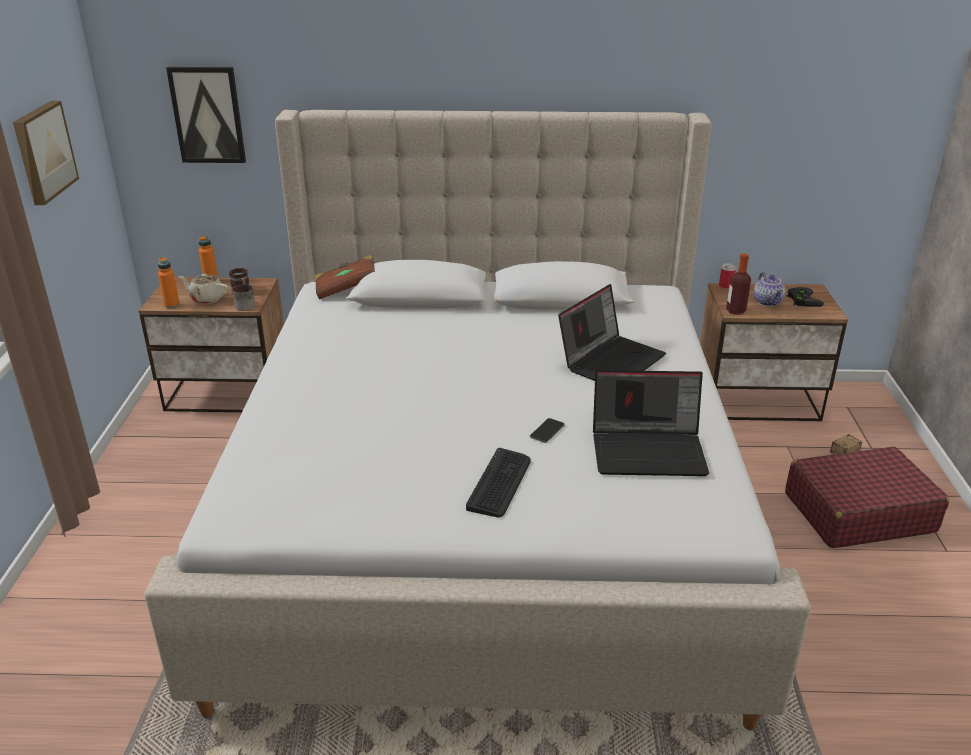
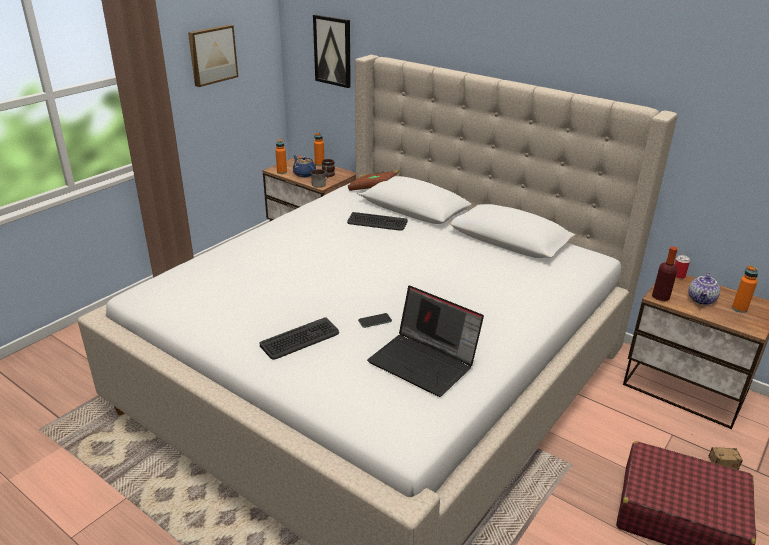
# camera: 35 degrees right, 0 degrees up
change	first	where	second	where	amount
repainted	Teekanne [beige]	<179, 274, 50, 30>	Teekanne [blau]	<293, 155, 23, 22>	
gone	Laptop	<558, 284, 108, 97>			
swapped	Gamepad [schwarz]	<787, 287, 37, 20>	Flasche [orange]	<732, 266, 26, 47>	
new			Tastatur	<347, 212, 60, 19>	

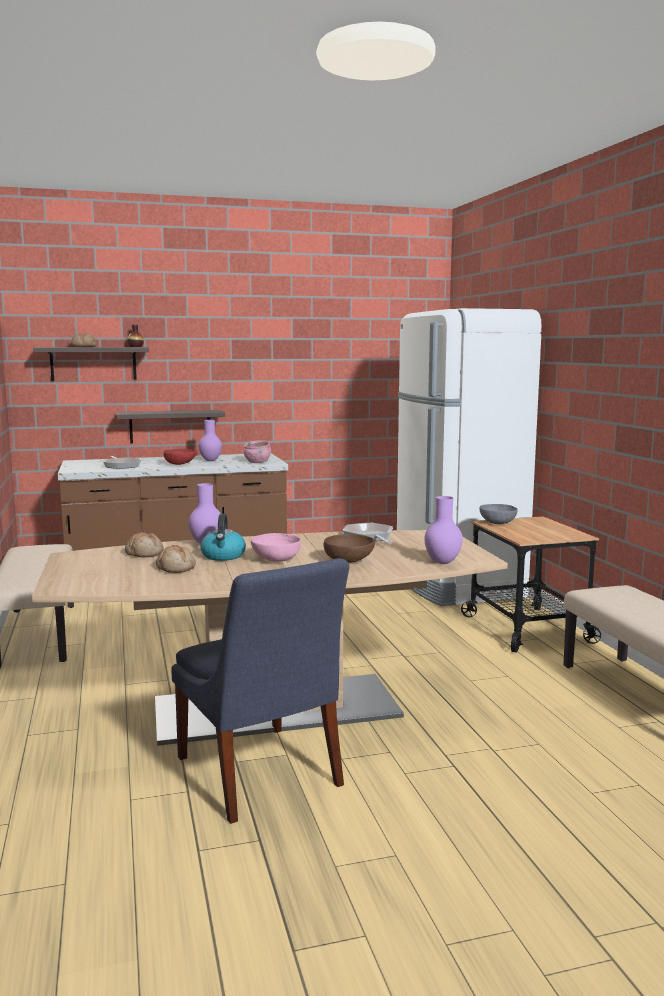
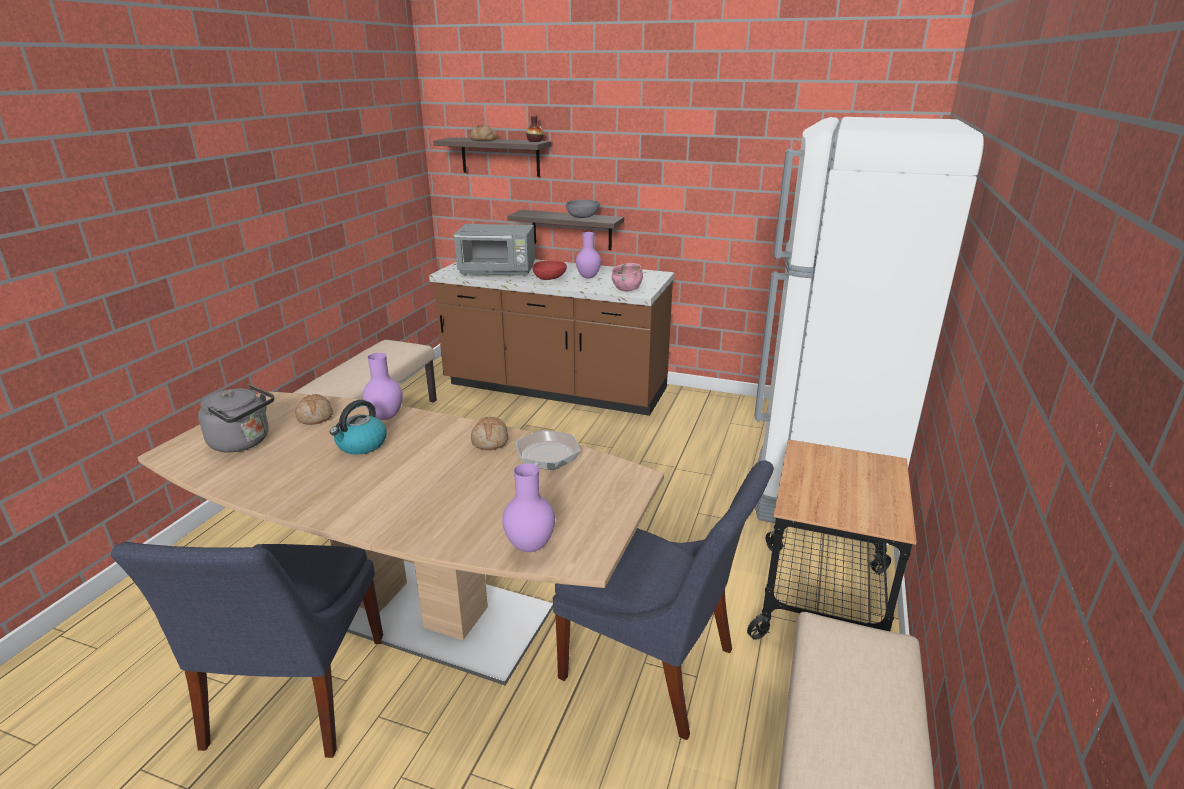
# camera: 35 degrees right, 15 degrees up
change	first	where	second	where	amount
swapped	Pfanne	<103, 456, 39, 13>	Mikrowelle [grau]	<454, 224, 81, 53>	
shifted	Schüssel [grau]	<479, 504, 38, 20>		<566, 200, 34, 18>	
gone	Schüssel [rosa]	<251, 533, 50, 29>			
gone	Schüssel [braun]	<323, 534, 52, 29>			
shifted	Brot	<156, 545, 40, 28>		<471, 417, 37, 33>	
new			Wasserkessel [grau]	<198, 384, 76, 69>	
new			Stuhl [blau]	<553, 460, 221, 280>	

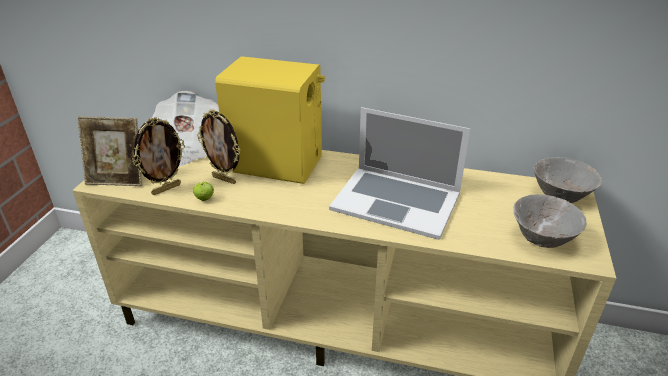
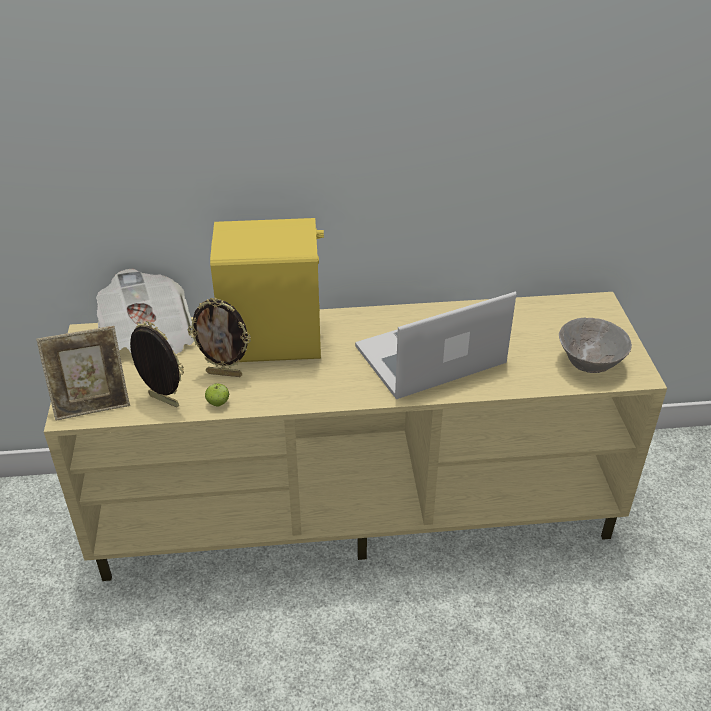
# camera: 20 degrees left, 5 degrees up
change	first	where	second	where	amount
rotated	Laptop	<329, 107, 141, 133>		<355, 292, 161, 107>	150 degrees clockwise
rotated	Bilderrahmen	<132, 117, 53, 78>		<130, 321, 54, 86>	90 degrees counterclockwise
gone	Schüssel [grau]	<533, 157, 69, 46>			

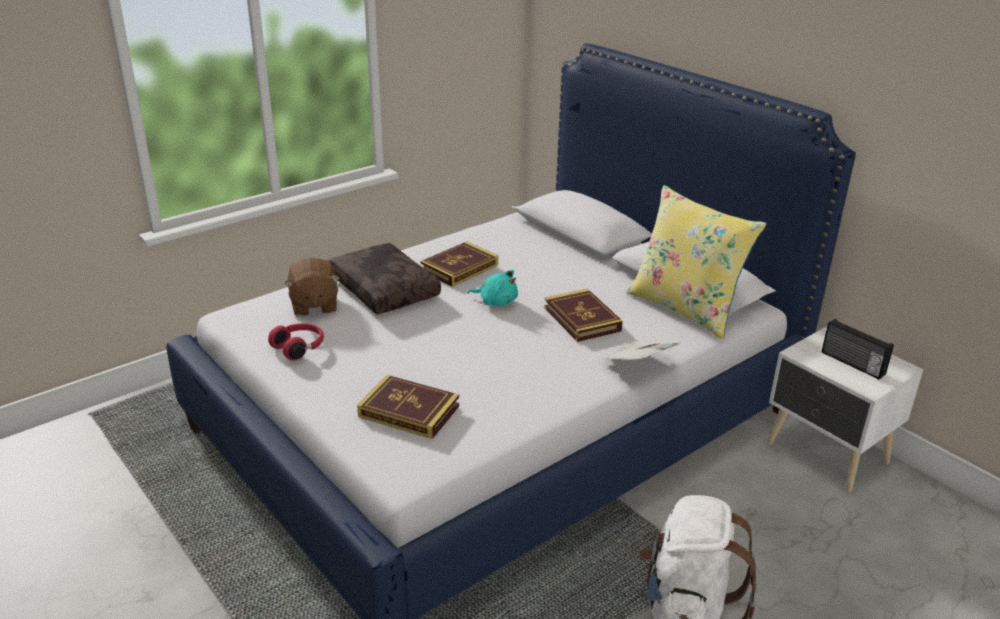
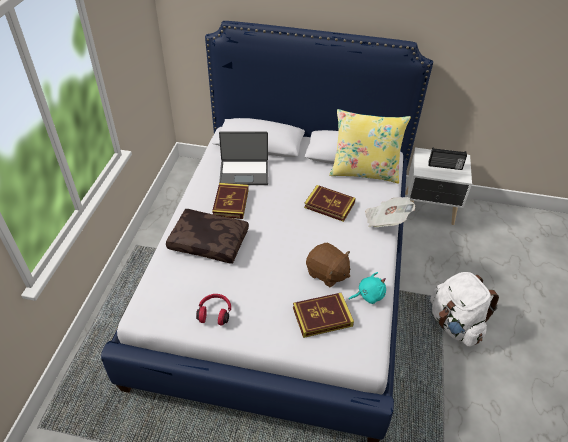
# camera: 40 degrees left, 15 degrees up
change	first	where	second	where	amount
shifted	Plüschtier [braun]	<284, 258, 56, 58>		<306, 243, 44, 44>	
shifted	Plüschtier [türkis]	<468, 270, 50, 36>		<348, 272, 38, 32>	
new			Laptop	<219, 132, 49, 53>	

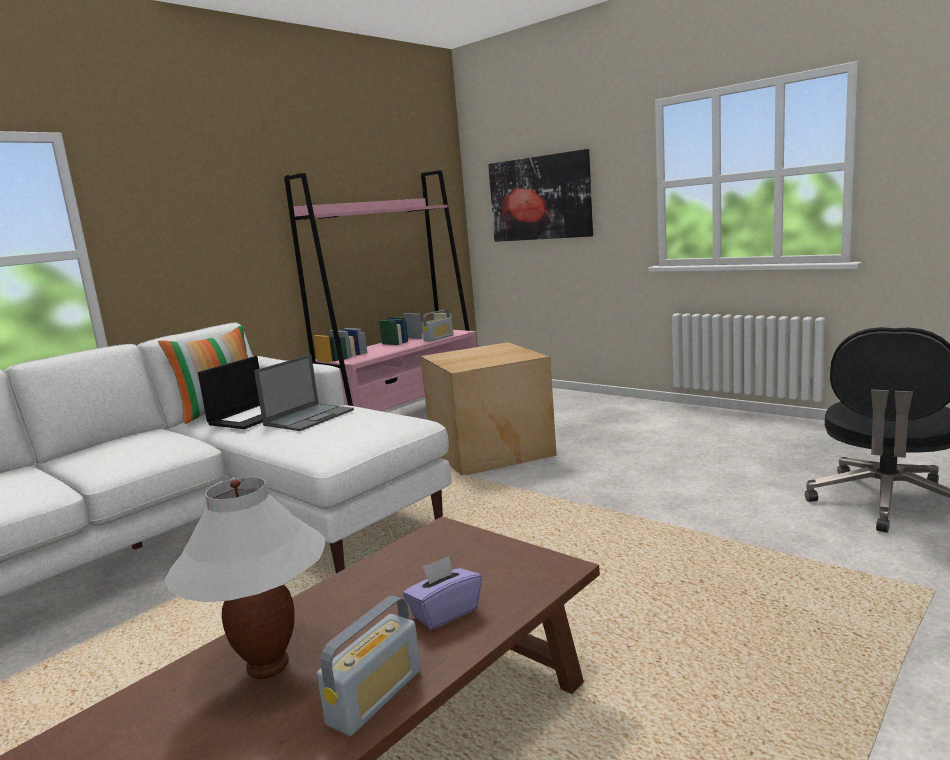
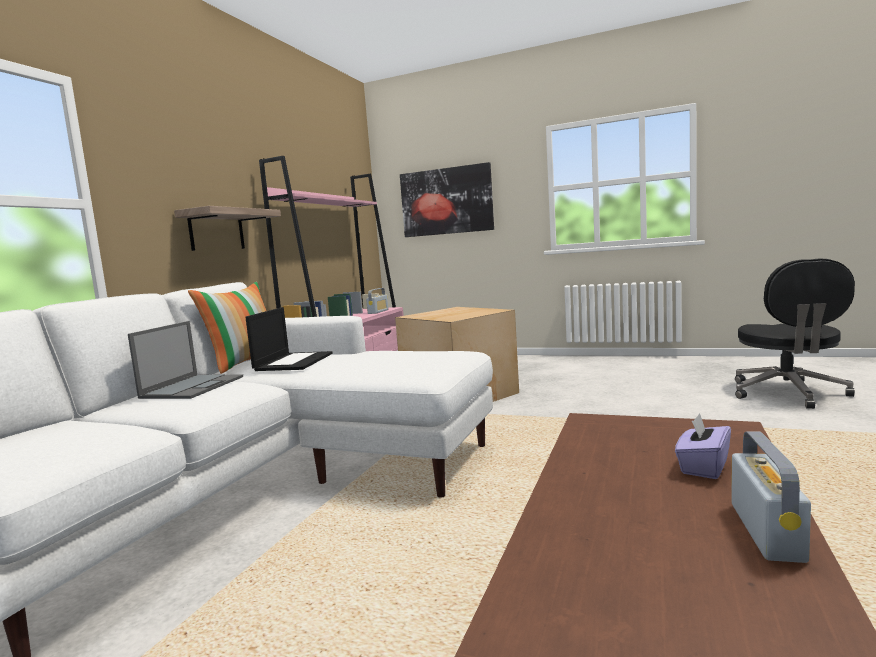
# camera: 20 degrees left, 5 degrees down
change	first	where	second	where	amount
shifted	Laptop	<254, 354, 100, 77>		<128, 321, 115, 78>	
gone	Tischlampe [weiß]	<165, 477, 161, 202>			
new			Wandregal	<174, 206, 107, 45>	

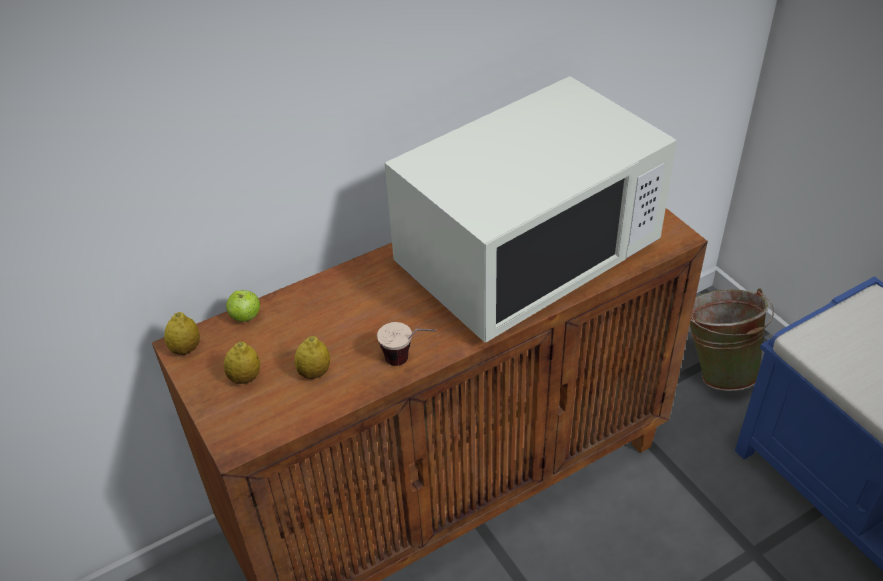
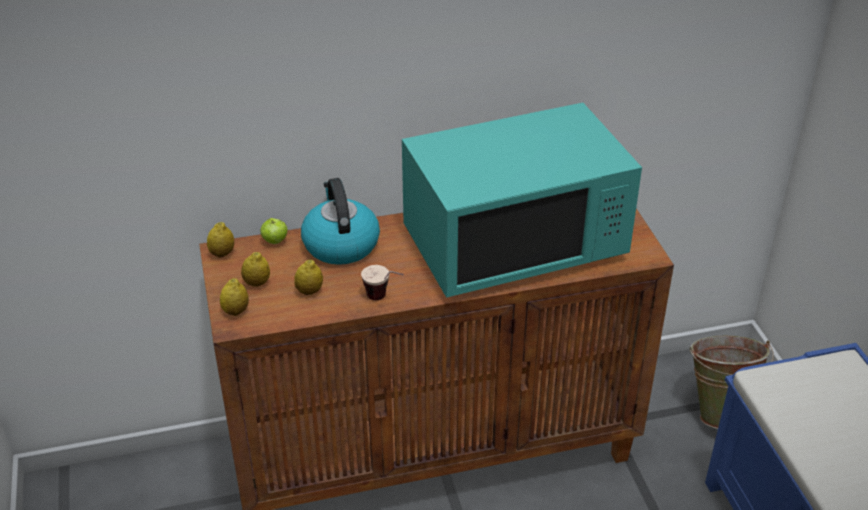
# camera: 15 degrees right, 5 degrees down
change	first	where	second	where	amount
repainted	Mikrowelle [weiß]	<385, 76, 292, 266>	Mikrowelle [türkis]	<402, 103, 240, 194>	
new			Wasserkessel	<301, 178, 79, 87>	
new			Zitrone	<220, 278, 29, 38>	

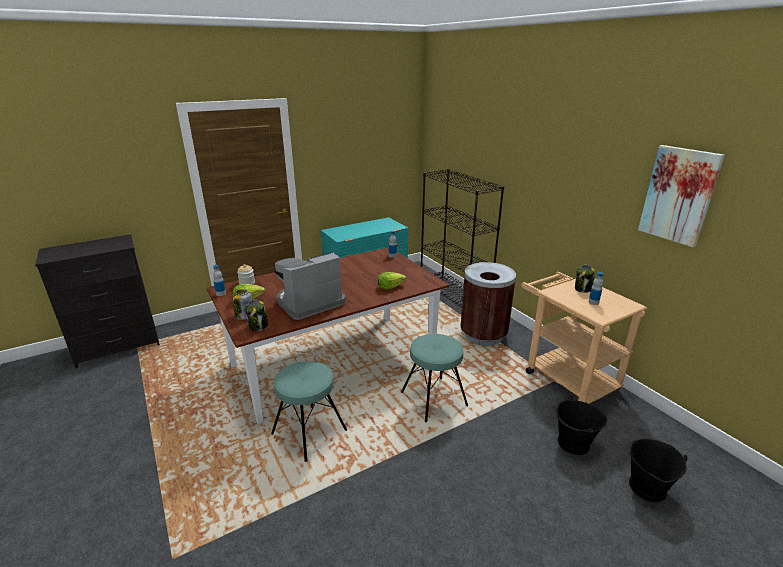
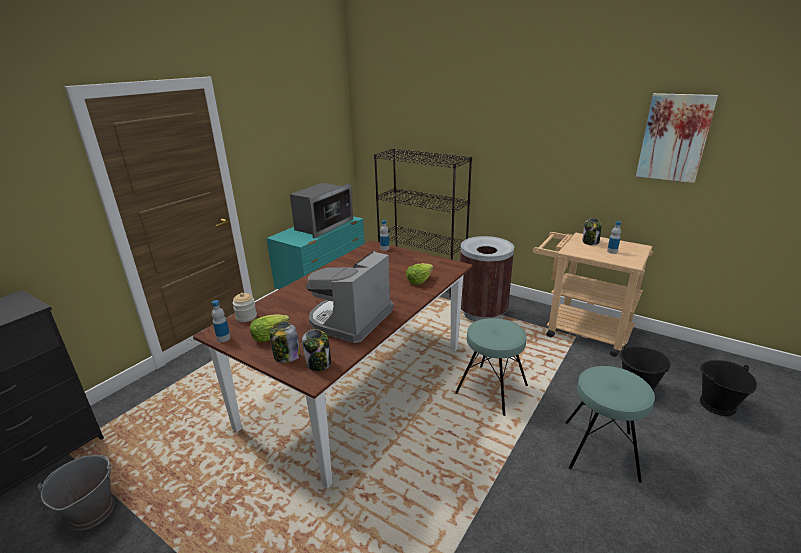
# camera: 25 degrees left, 0 degrees up
change	first	where	second	where	amount
shifted	Hocker [türkis]	<271, 361, 76, 101>		<565, 366, 90, 117>	
new			Mikrowelle	<290, 183, 63, 55>	
new			Eimer [grau]	<37, 455, 77, 75>	

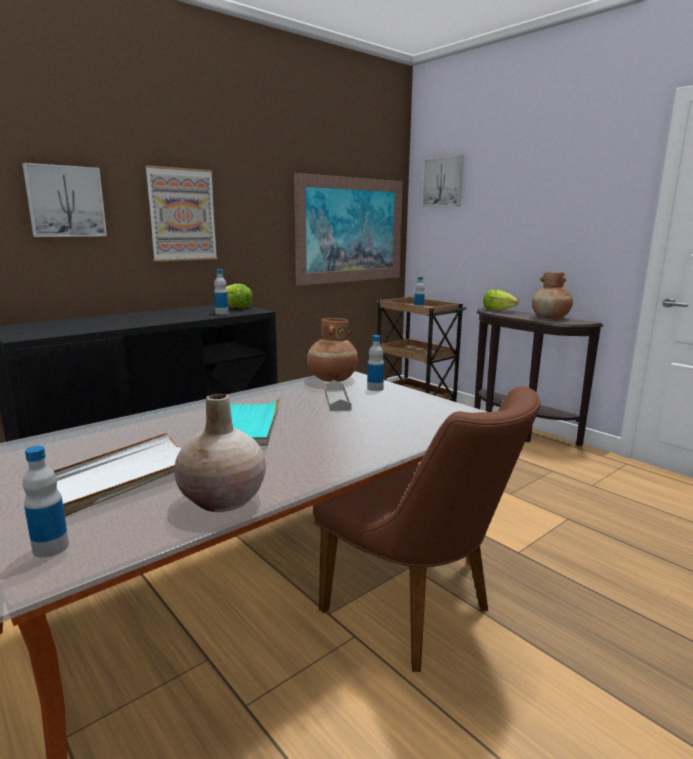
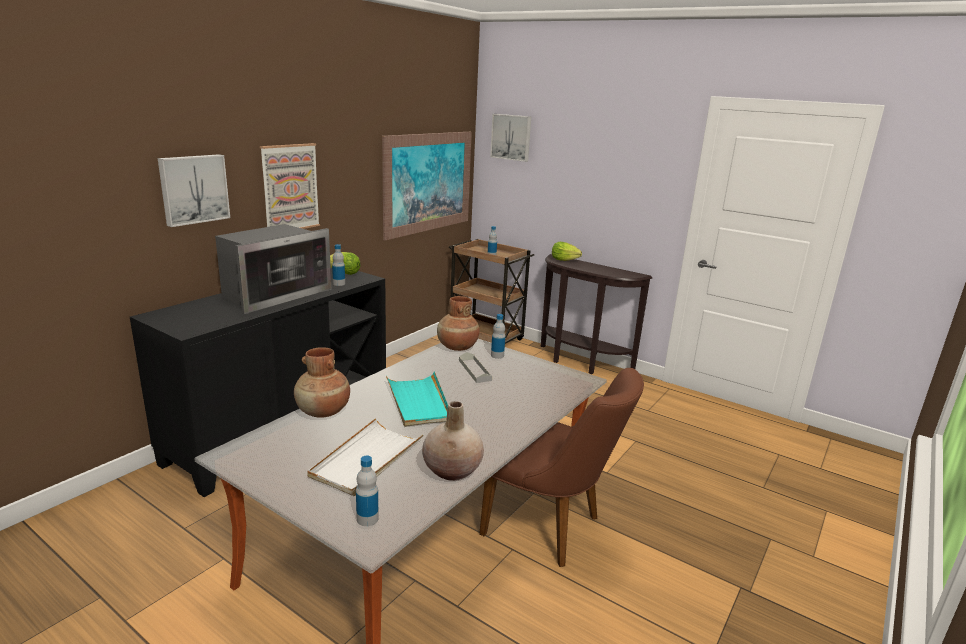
# camera: 15 degrees left, 5 degrees up
change	first	where	second	where	amount
shifted	Vase [braun]	<532, 272, 41, 47>		<294, 347, 56, 71>	
new			Mikrowelle	<215, 224, 116, 90>	

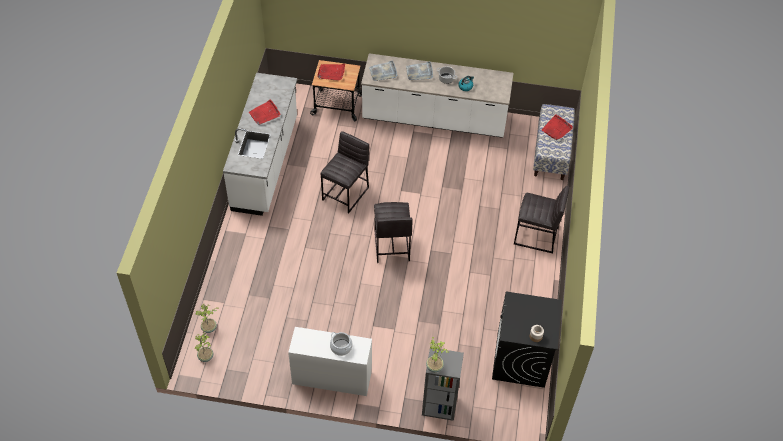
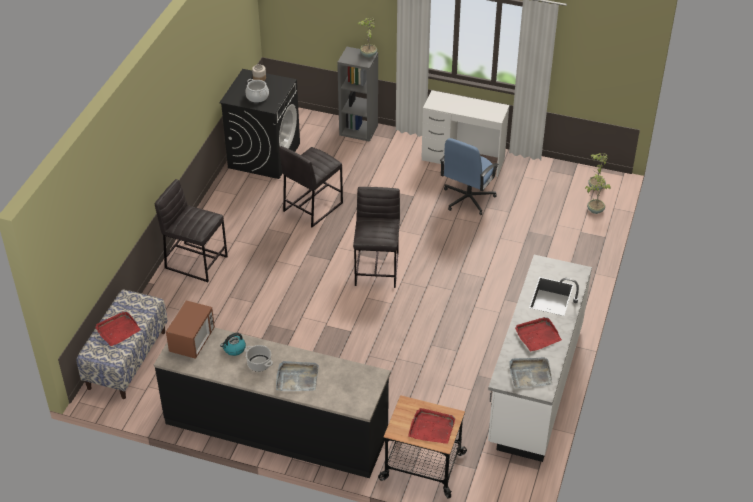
# camera: 170 degrees left, 10 degrees down
change	first	where	second	where	amount
repainted	Küchenzeile [weiß]	<361, 53, 153, 85>	Küchenzeile [schwarz]	<154, 327, 237, 151>	
shifted	Tablett [grau]	<369, 60, 29, 21>		<509, 357, 43, 31>	
shifted	Hocker [grau]	<321, 131, 48, 82>		<279, 146, 64, 81>	
shifted	Kochtopf	<330, 332, 22, 24>		<245, 79, 24, 24>	
new			Bürostuhl [blau]	<440, 138, 59, 77>	
new			Mikrowelle	<166, 300, 49, 59>	

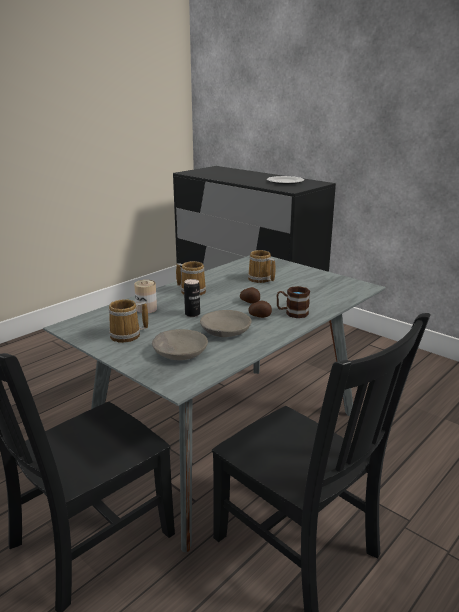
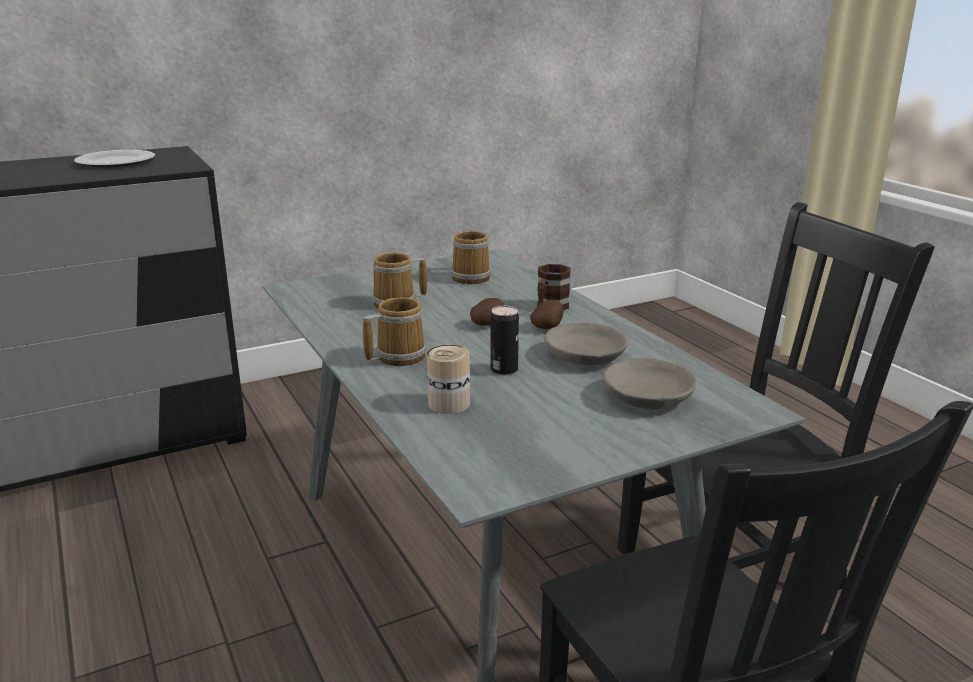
# camera: 70 degrees left, 0 degrees up
change	first	where	second	where	amount
shifted	Henkelbecher	<109, 299, 39, 44>		<451, 231, 40, 53>	

